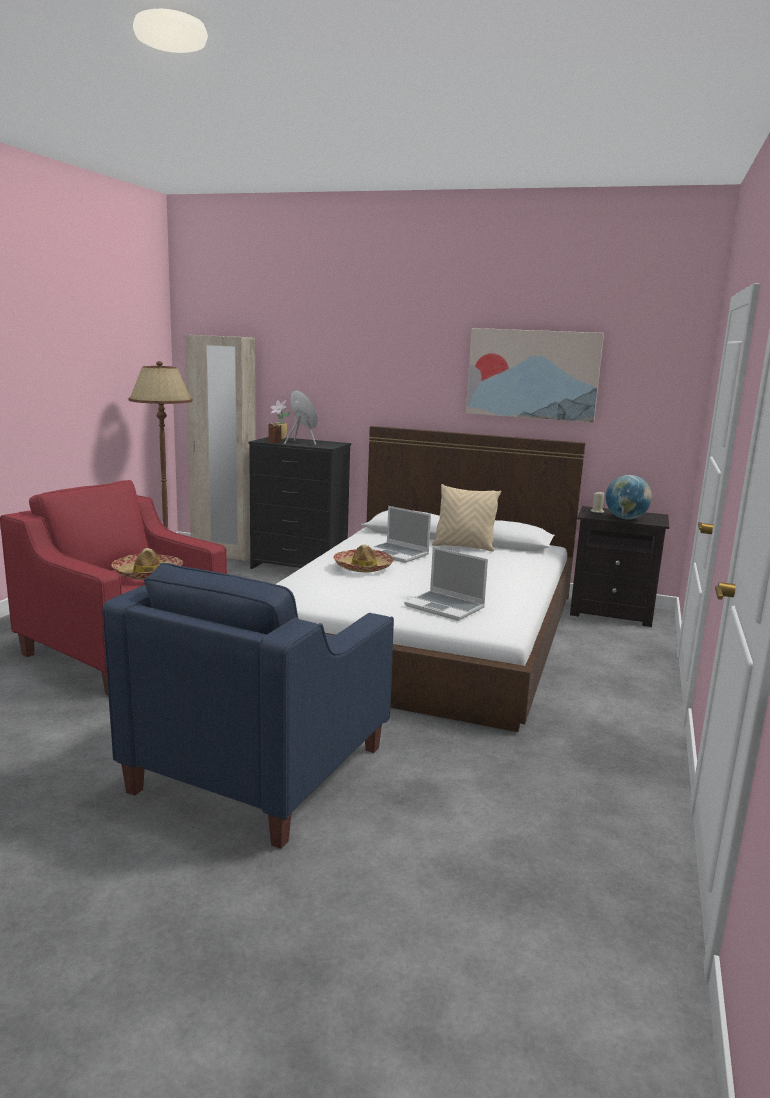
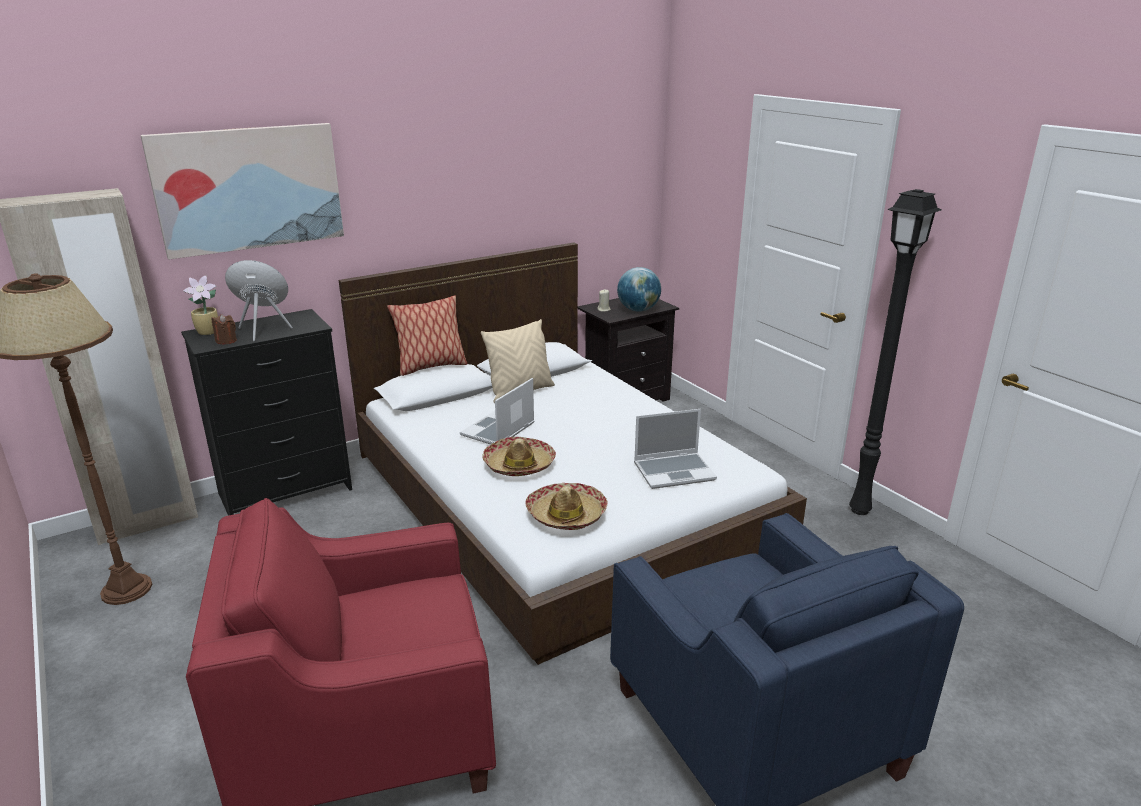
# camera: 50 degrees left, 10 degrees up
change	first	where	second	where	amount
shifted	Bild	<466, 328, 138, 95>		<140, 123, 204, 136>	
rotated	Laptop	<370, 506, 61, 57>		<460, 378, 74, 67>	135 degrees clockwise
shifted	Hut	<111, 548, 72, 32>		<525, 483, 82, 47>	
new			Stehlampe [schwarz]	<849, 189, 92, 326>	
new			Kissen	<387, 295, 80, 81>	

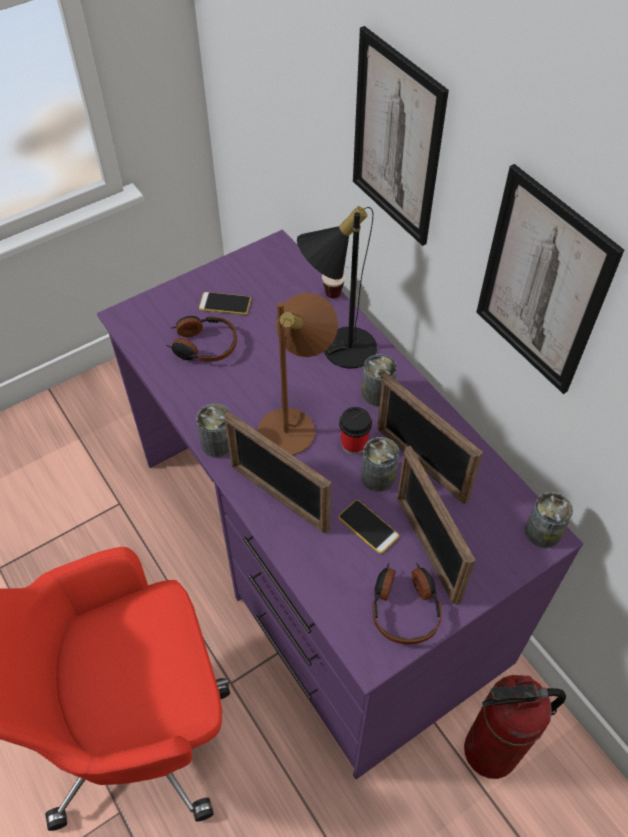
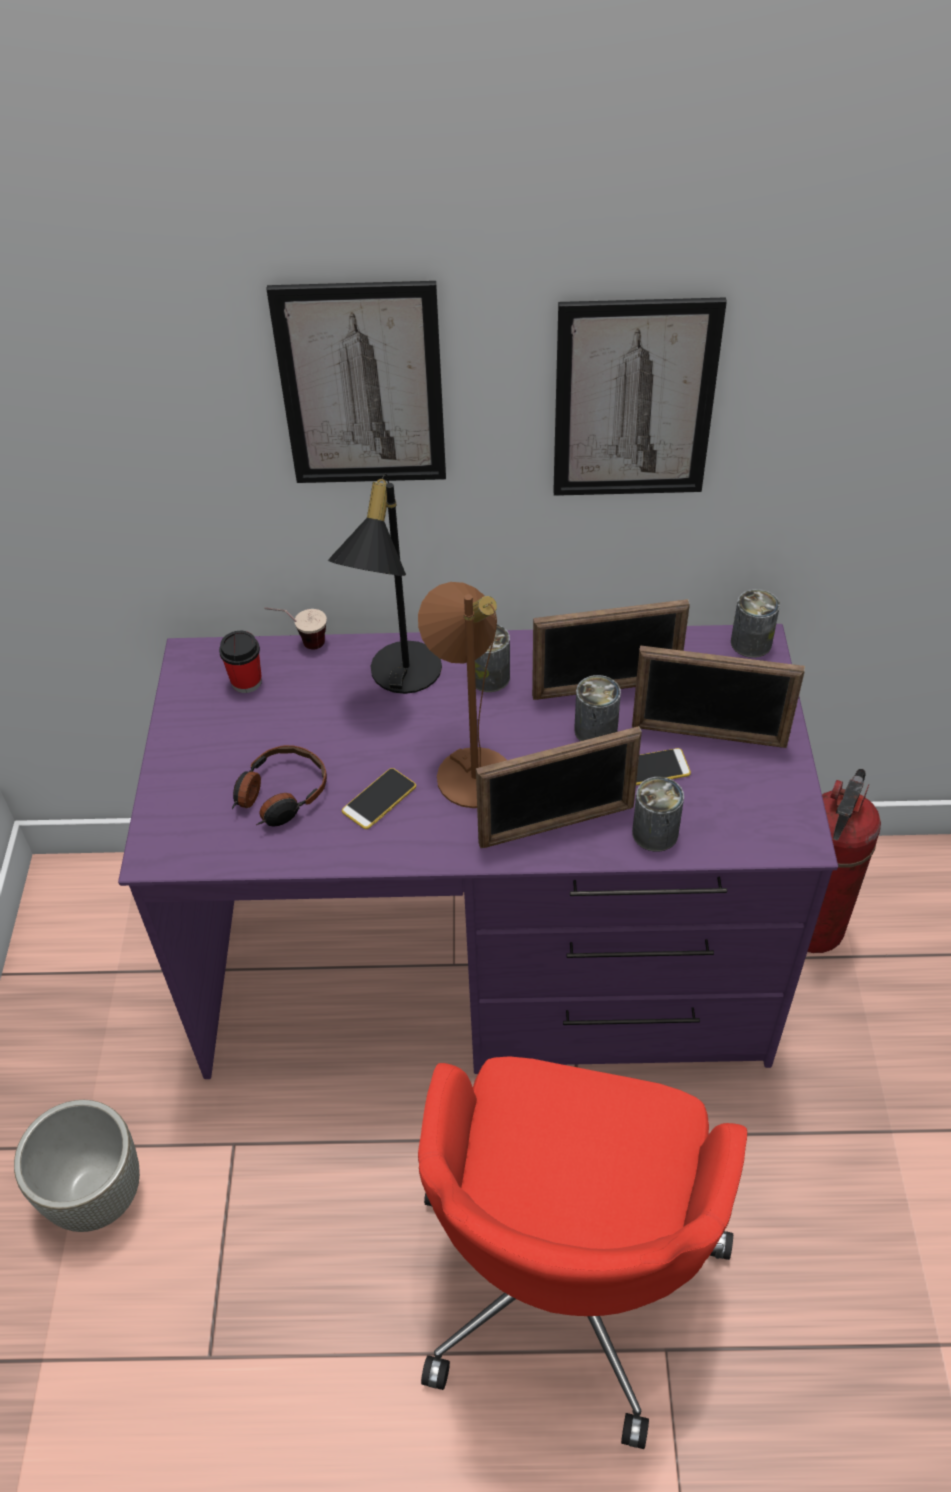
# camera: 55 degrees left, 5 degrees down
change	first	where	second	where	amount
shifted	Handy	<199, 292, 52, 23>		<342, 768, 74, 61>	
shifted	Dose	<196, 404, 34, 54>		<632, 777, 52, 75>	
shifted	Tasse	<339, 407, 33, 48>		<219, 631, 43, 62>	
gone	Kopfhörer	<372, 562, 70, 82>			
new			Pflanzkübel [grau]	<14, 1100, 126, 132>	

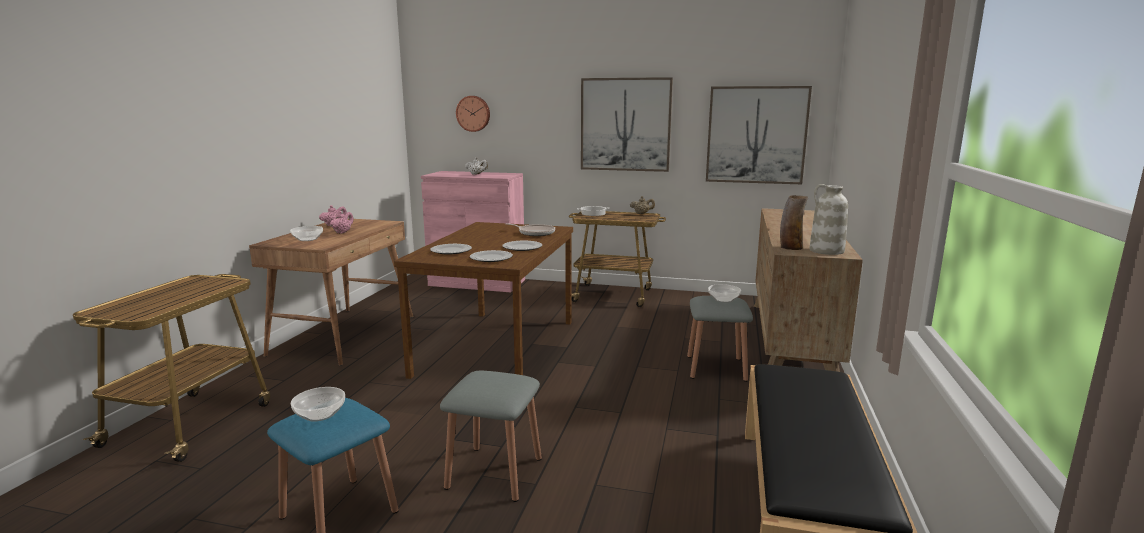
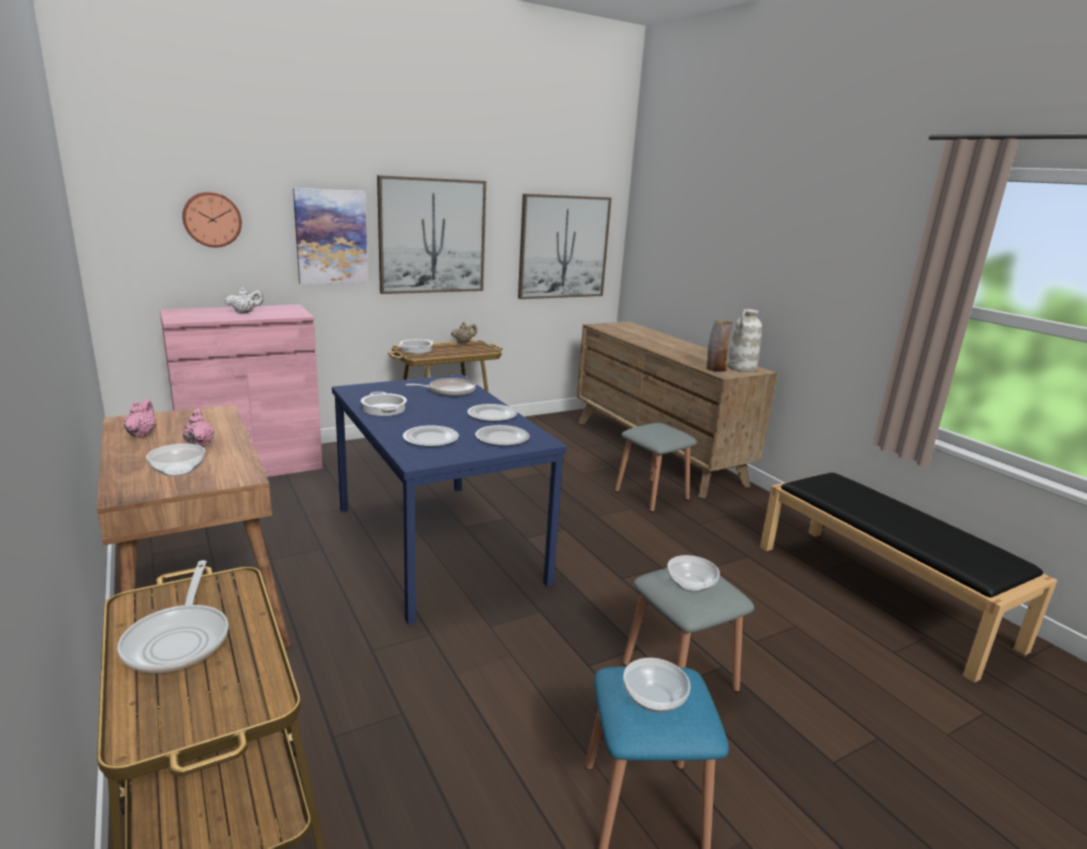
# camera: 45 degrees left, 5 degrees up
change	first	where	second	where	amount
repainted	Esstisch [braun]	<394, 222, 179, 157>	Esstisch [blau]	<332, 374, 235, 251>	
shifted	Schüssel	<708, 284, 33, 19>		<667, 555, 53, 38>	
new			Bild	<293, 188, 75, 96>	
new			Kochtopf	<361, 392, 46, 24>	
new			Pfanne	<117, 560, 112, 113>	

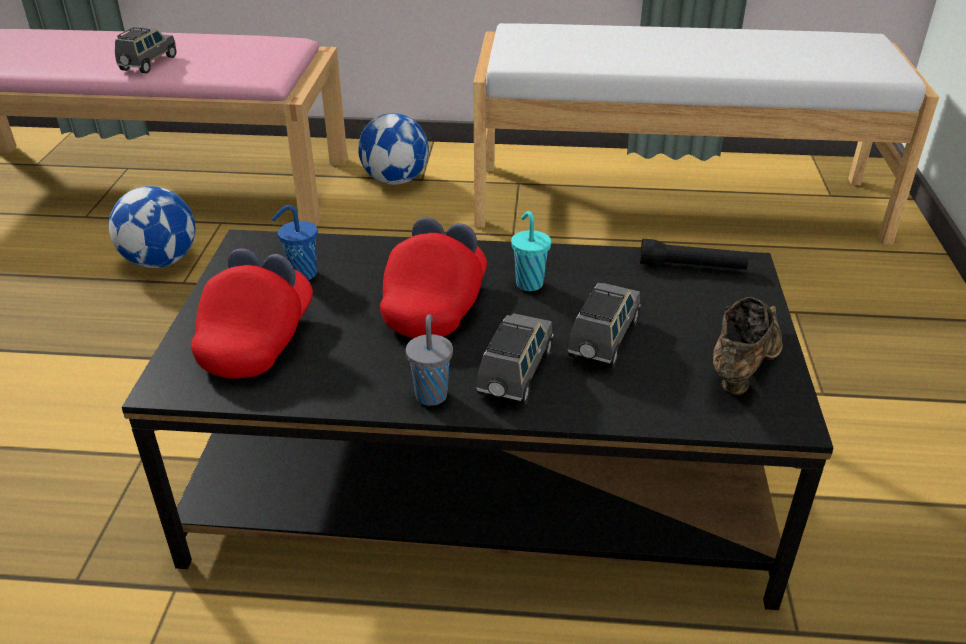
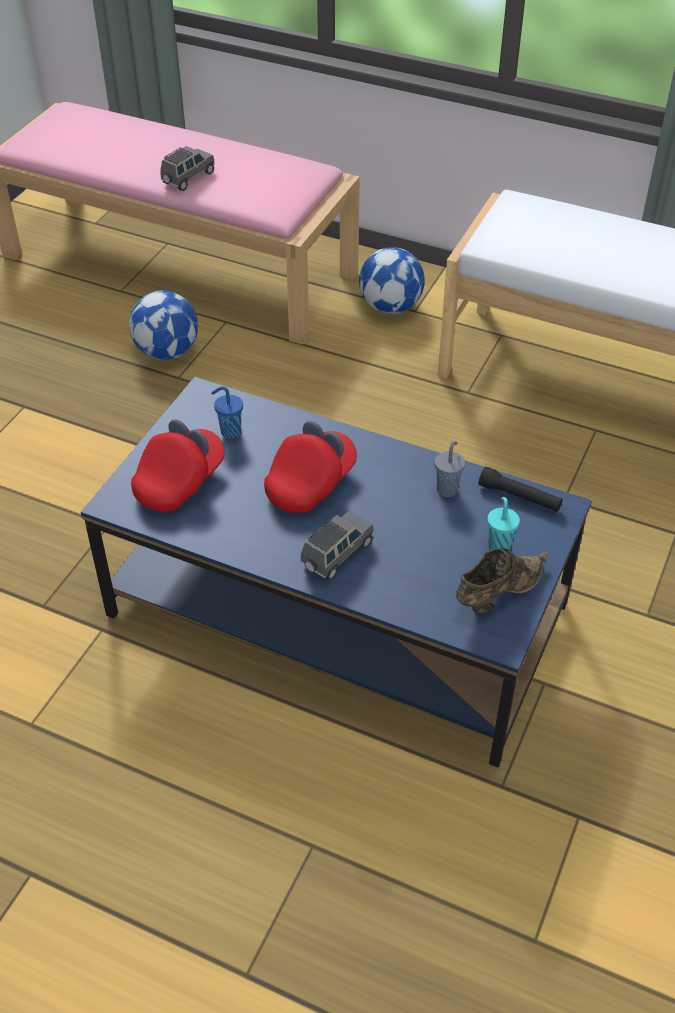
# camera: 20 degrees right, 10 degrees up
change	first	where	second	where	amount
shifted	Tasse [türkis]	<511, 211, 40, 80>		<487, 497, 33, 53>	
repainted	Couchtisch [schwarz]	<122, 229, 711, 381>	Couchtisch [blau]	<81, 377, 511, 390>	
gone	Spielzeugauto [grau]	<568, 283, 73, 85>			
shifted	Tasse [grau]	<406, 314, 47, 92>		<434, 441, 31, 56>	

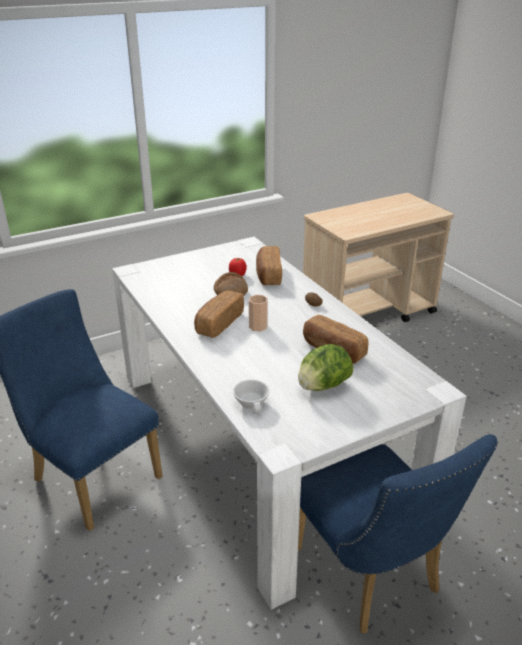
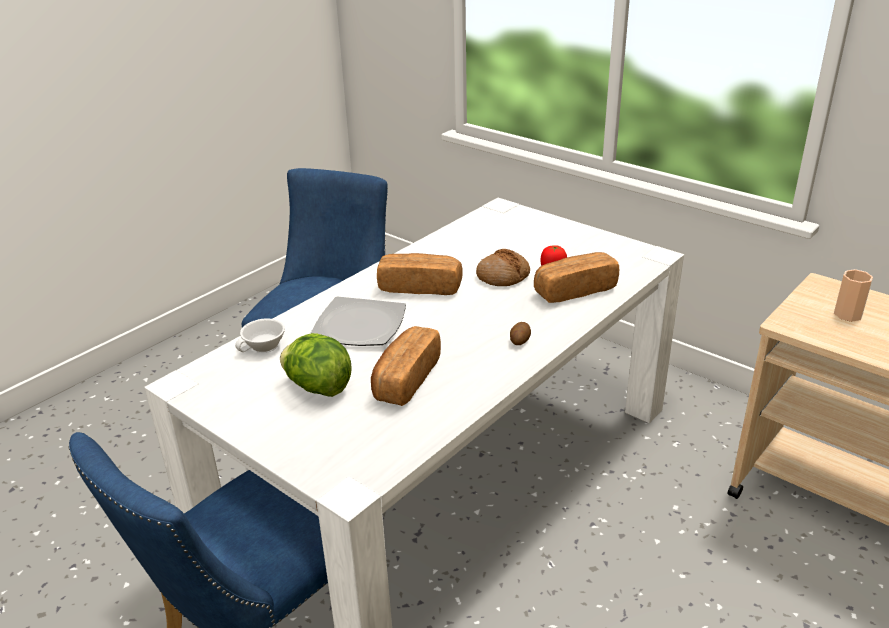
# camera: 70 degrees right, 0 degrees up
change	first	where	second	where	amount
shifted	Tasse	<249, 295, 19, 36>		<834, 269, 39, 53>	
new			Teller	<310, 296, 96, 50>	

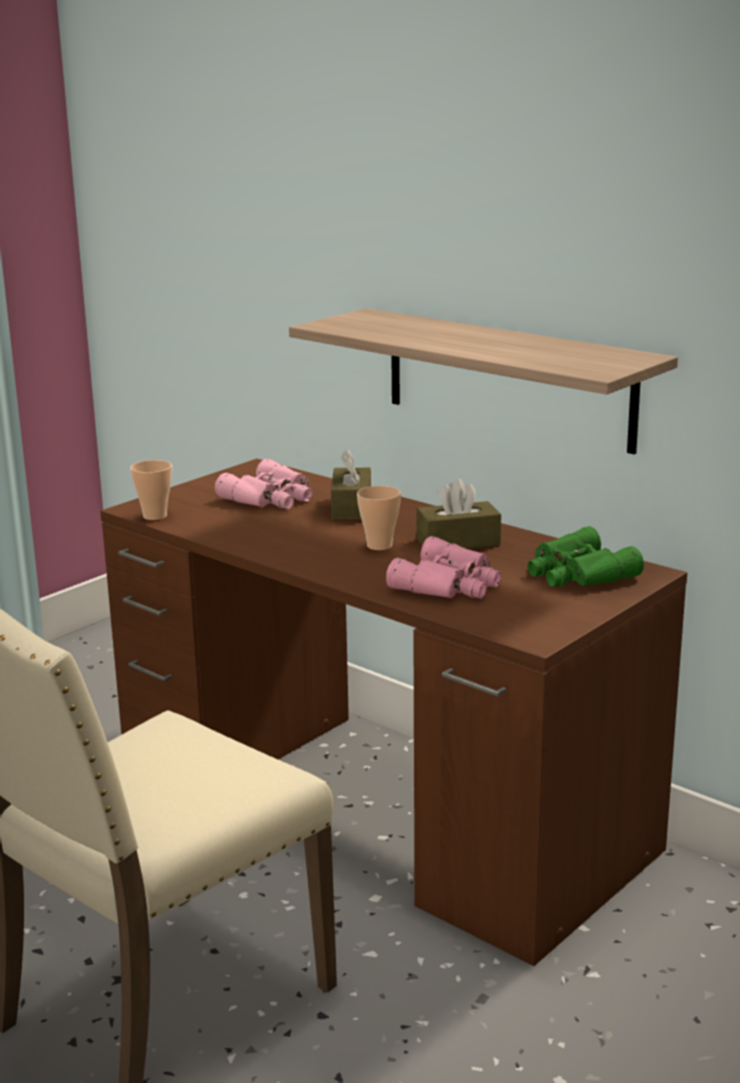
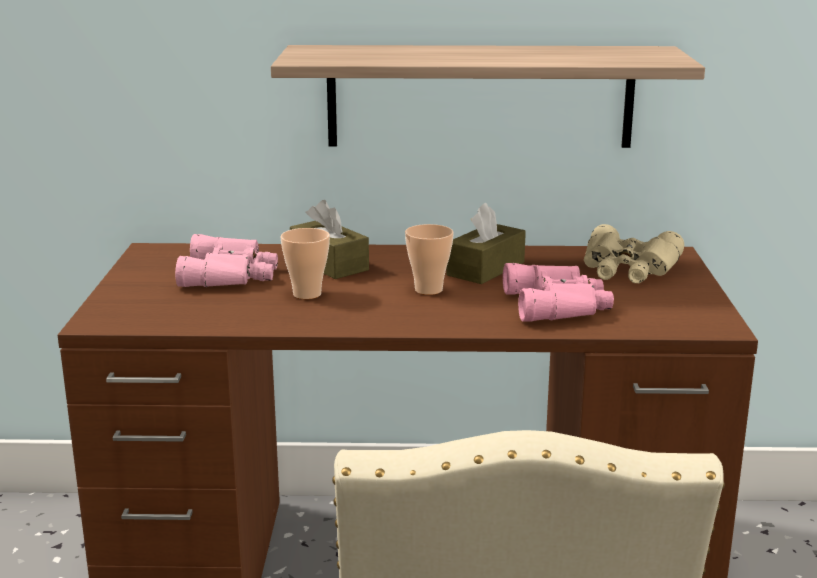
# camera: 40 degrees left, 0 degrees up
change	first	where	second	where	amount
shifted	Tasse	<130, 460, 42, 60>		<280, 228, 50, 71>	
repainted	Fernglas [grün]	<528, 526, 116, 61>	Fernglas [beige]	<584, 224, 100, 59>	

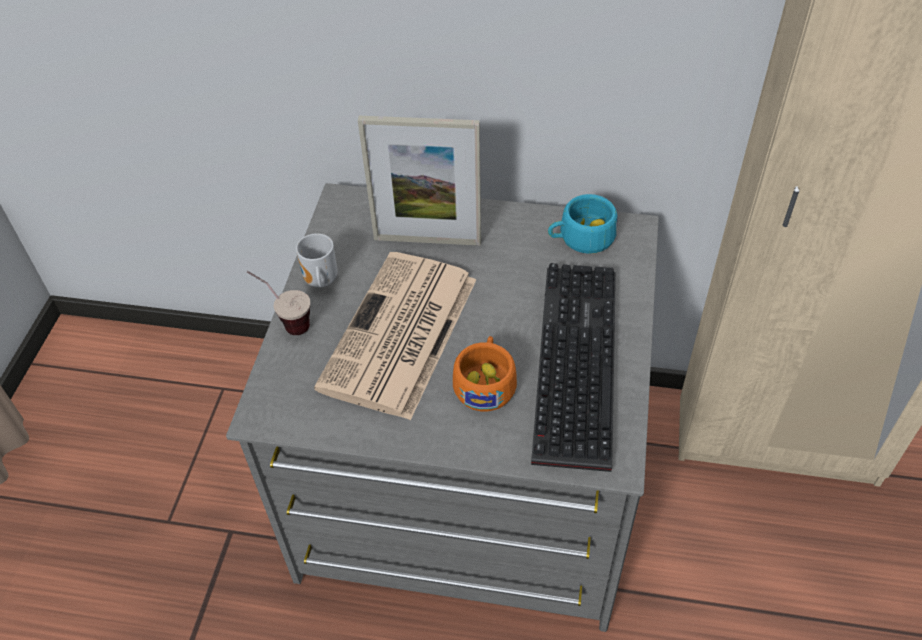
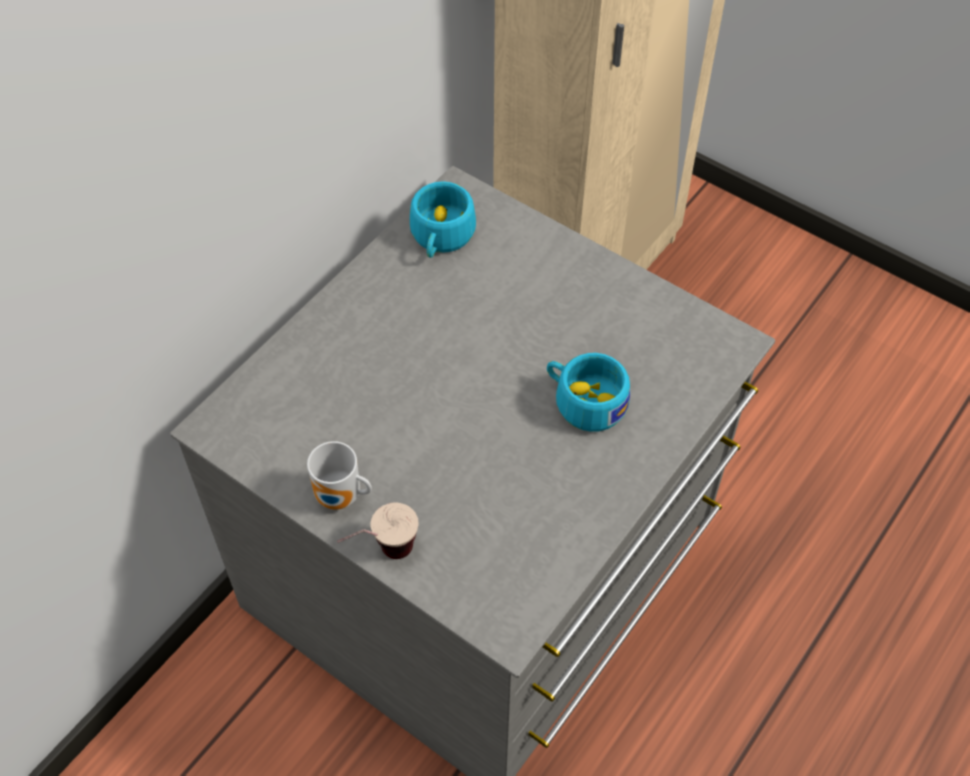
# camera: 65 degrees left, 5 degrees up
change	first	where	second	where	amount
gone	Bilderrahmen	<358, 116, 123, 129>			
gone	Zeitung	<314, 252, 163, 168>			
gone	Tastatur	<531, 263, 85, 209>			
repainted	Tasse [orange]	<453, 336, 64, 75>	Tasse [türkis]	<547, 353, 83, 79>	

